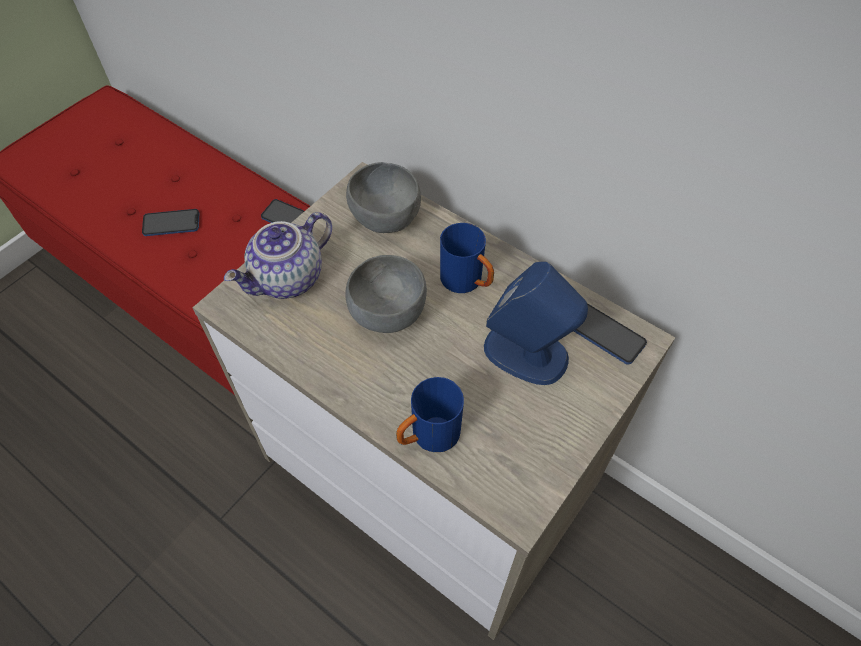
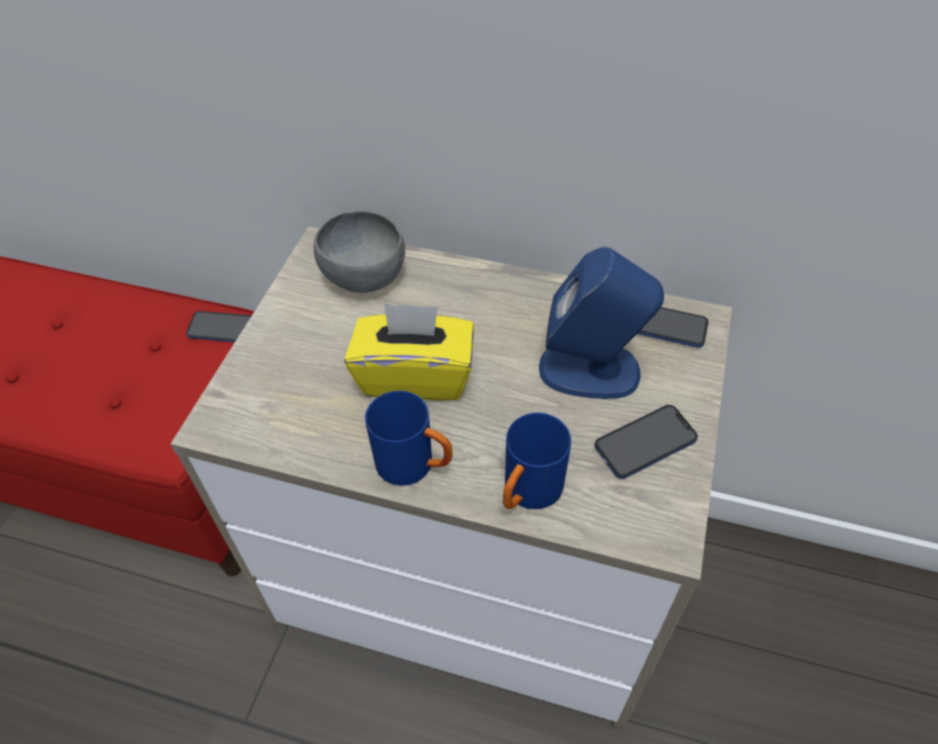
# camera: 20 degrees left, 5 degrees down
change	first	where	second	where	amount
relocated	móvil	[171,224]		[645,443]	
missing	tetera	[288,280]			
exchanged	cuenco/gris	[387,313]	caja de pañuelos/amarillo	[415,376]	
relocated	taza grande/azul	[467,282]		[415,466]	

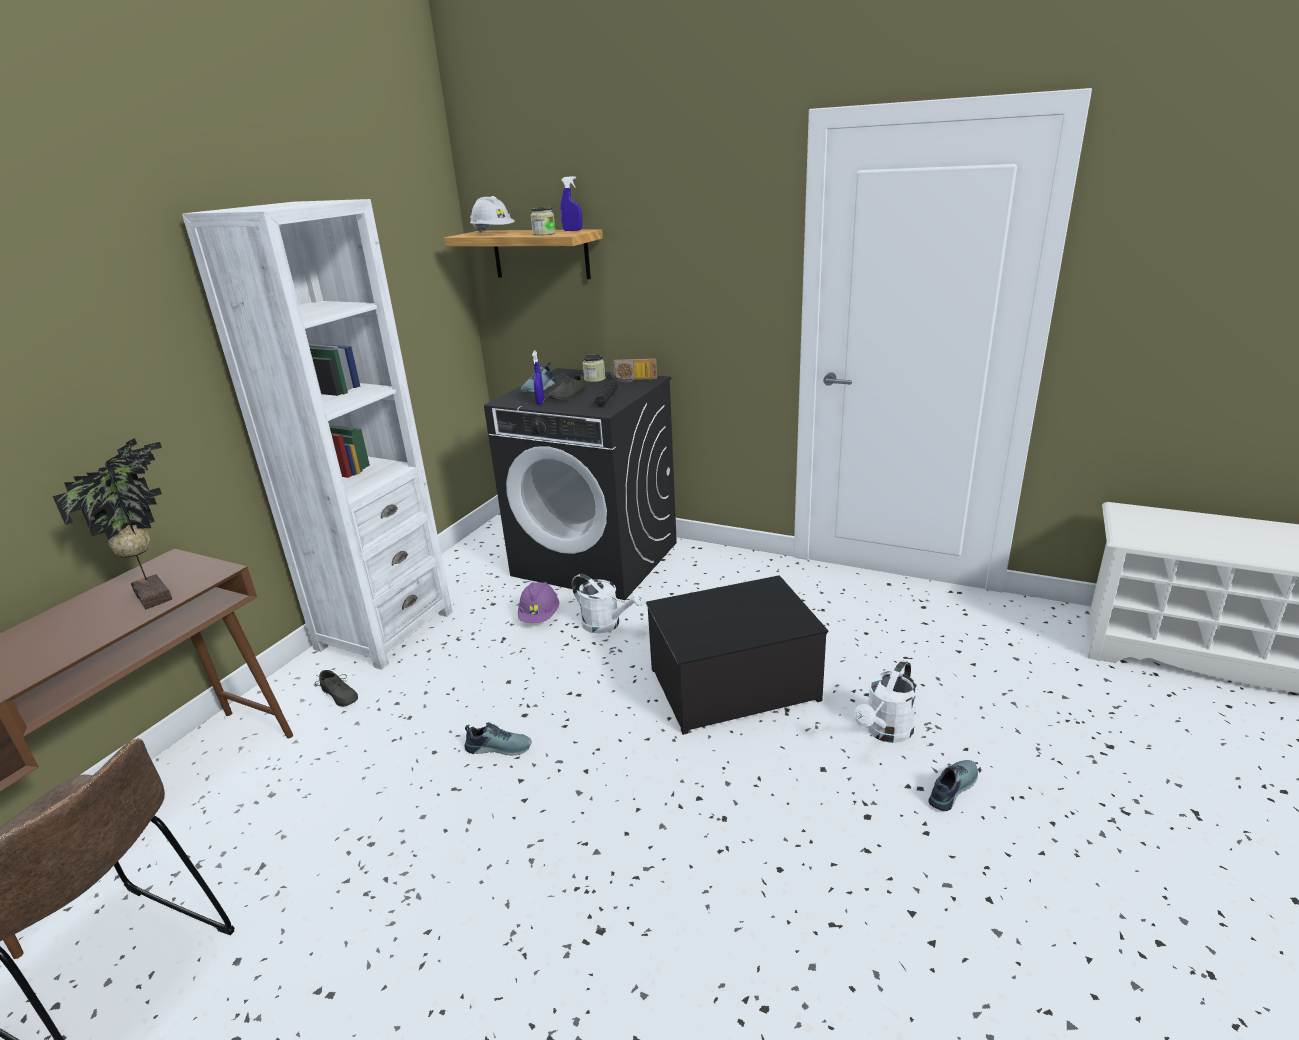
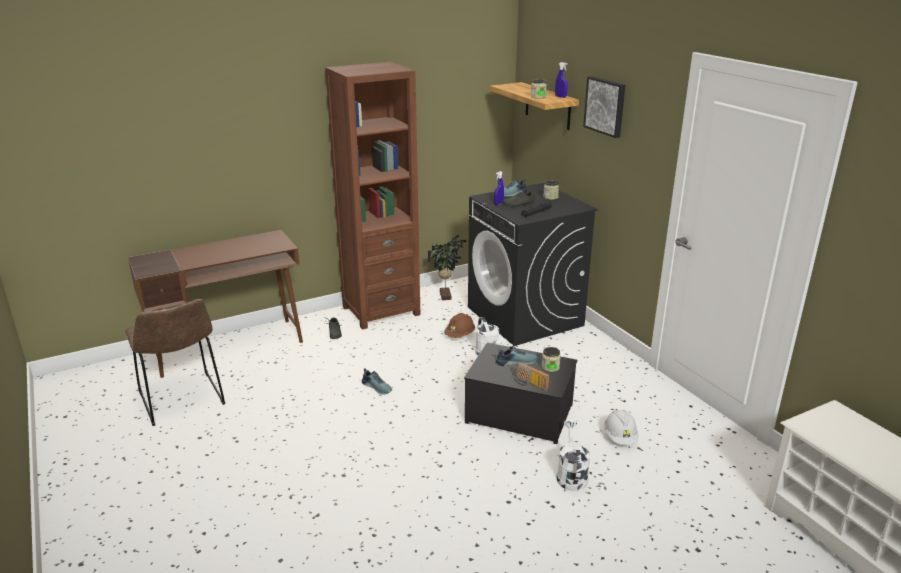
# camera: 35 degrees right, 0 degrees up
change	first	where	second	where	amount
relocated	planta en maceta	[157,594]		[446,295]	
colour	estantería/blanco	[385,630]	estantería/marrón	[381,311]	
relocated	casco/blanco	[493,233]		[620,437]	
colour	casco/morado	[540,616]	casco/marrón	[460,335]	
relocated	radio	[633,380]		[528,384]	
spun	regadera/blanco	[885,732]		[571,474]	105 degrees clockwise
relocated	zapato	[950,788]		[516,361]	
appeared			tarro	[550,367]	
appeared			cuadro	[606,106]	

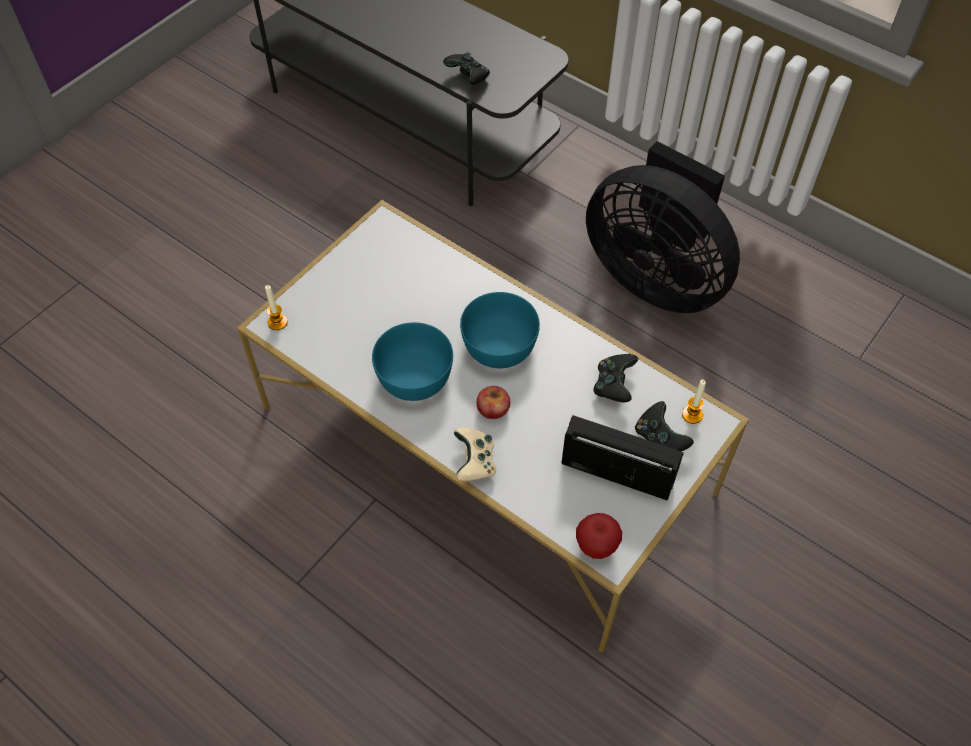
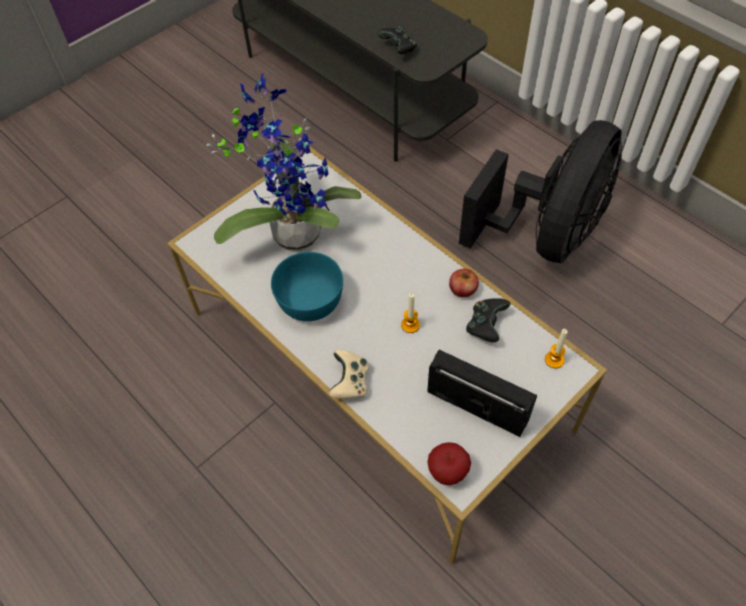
# camera: 10 degrees right, 0 degrees up
change	first	where	second	where	amount
relocated	vela	[277,322]		[410,325]	
missing	cuenco/turquesa	[500,345]			
relocated	manzana	[493,408]		[463,289]	
spun	ventilador/negro	[655,277]		[546,235]	105 degrees counterclockwise
missing	mando de consola/negro	[659,439]			
appeared			planta en maceta	[293,230]	

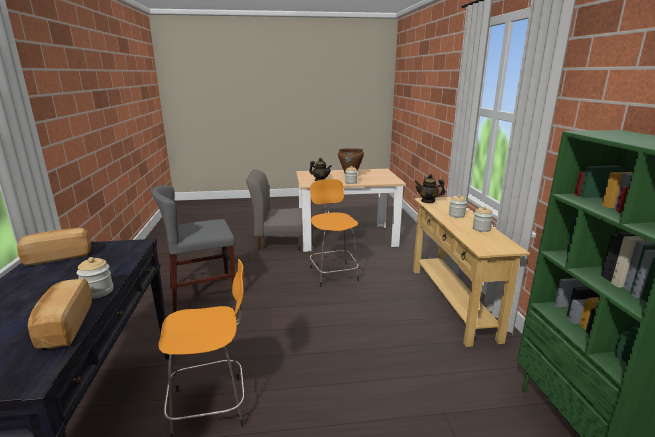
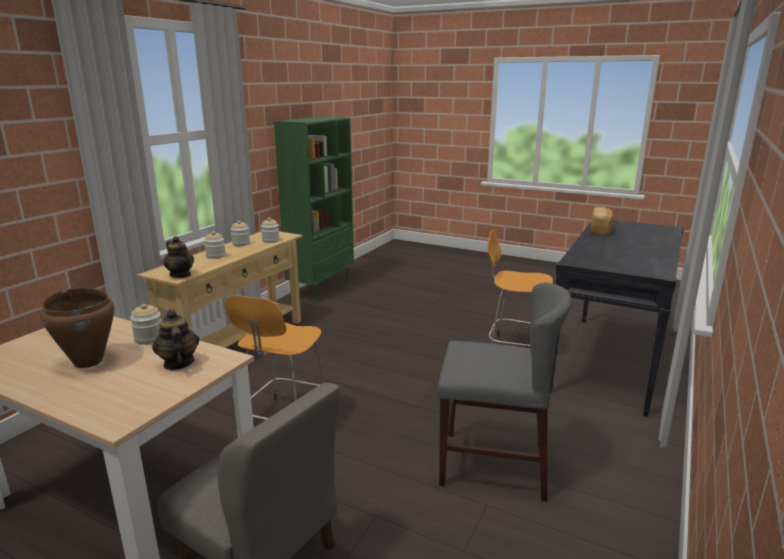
# camera: 145 degrees left, 0 degrees up
change	first	where	second	where	amount
missing	pan	[59,256]			
relocated	tarro	[98,292]		[270,240]	

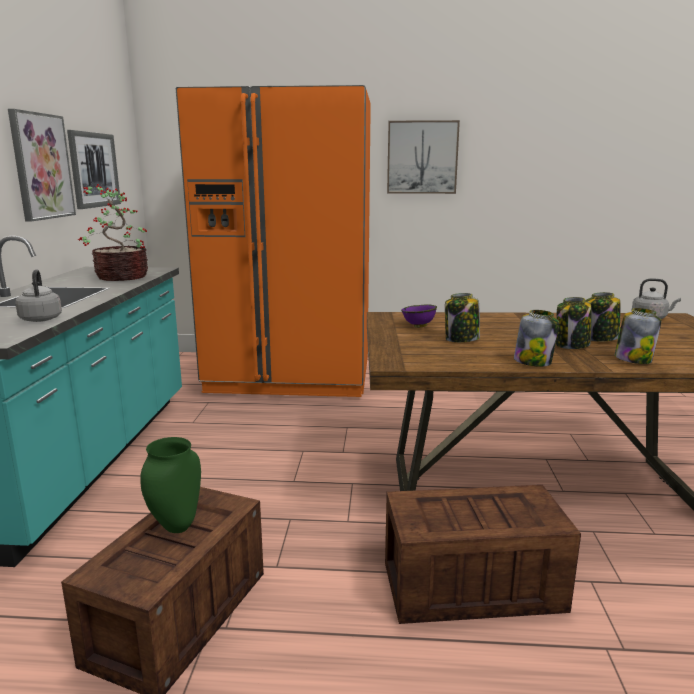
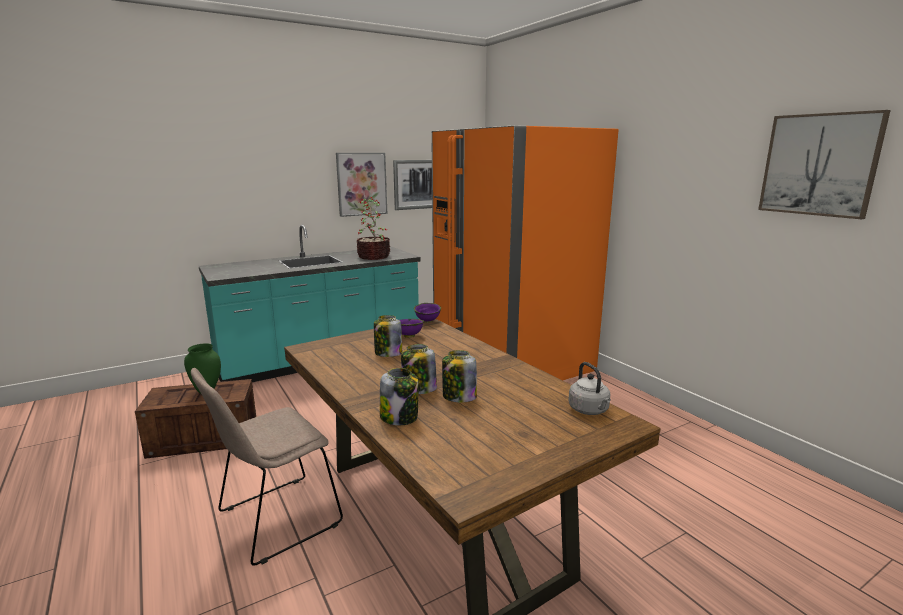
# camera: 55 degrees right, 0 degrees up
change	first	where	second	where	amount
missing	hervidor/gris	[41,318]			
exchanged	caja de embalaje	[469,587]	silla/beis	[275,520]	
relocated	cuadro	[422,157]		[819,165]	
missing	tarro	[533,362]			
appeared			cuenco/morado	[428,321]	

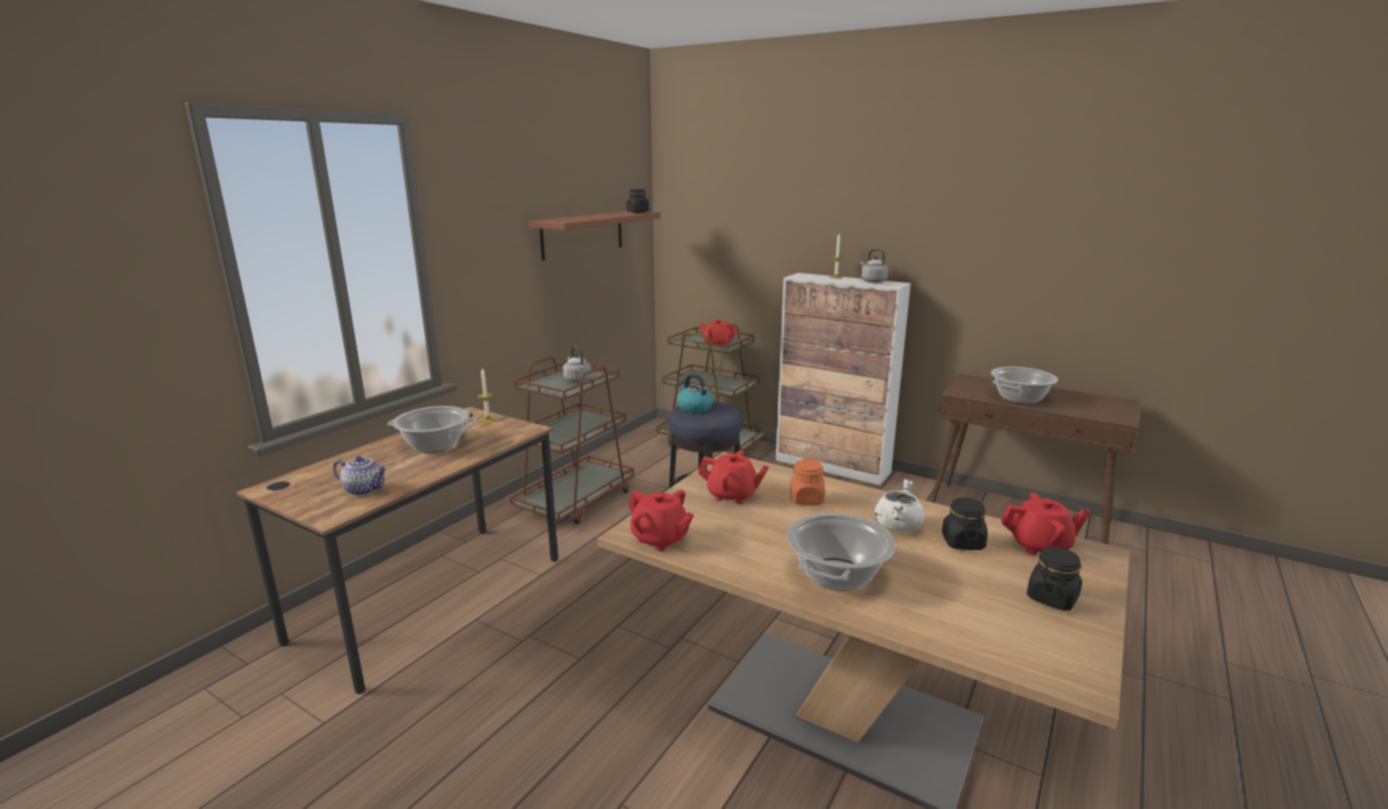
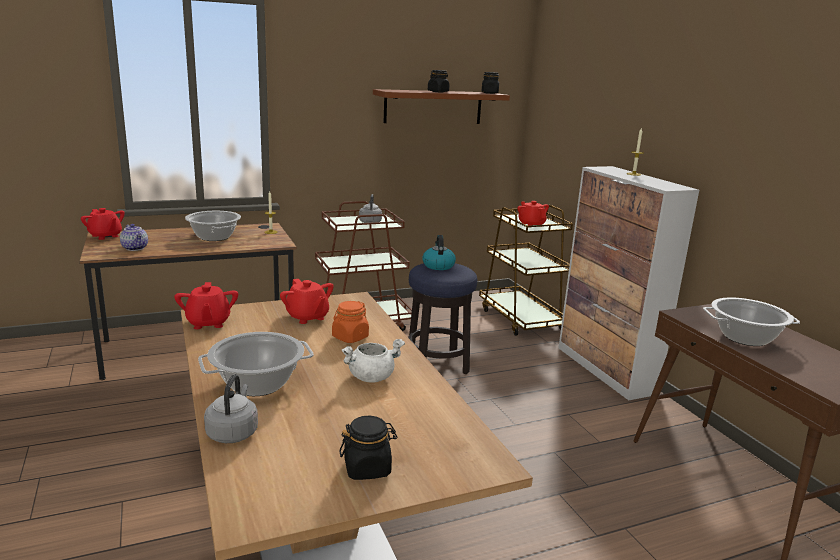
# camera: 35 degrees right, 0 degrees up
change	first	where	second	where	amount
relocated	hervidor/gris	[872,281]		[233,432]	
relocated	tarro/negro	[962,542]		[438,92]	
relocated	tetera/rojo	[1040,546]		[105,236]	

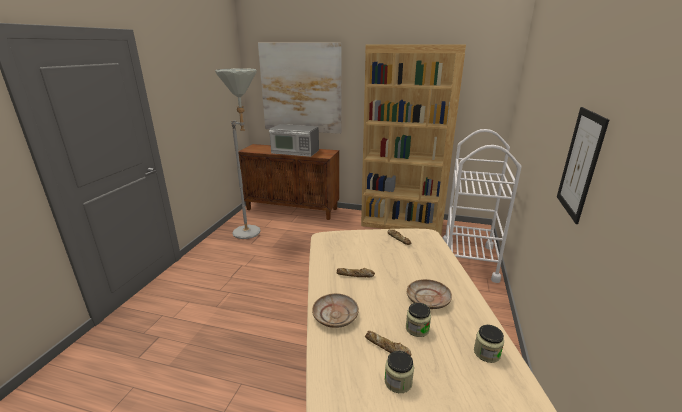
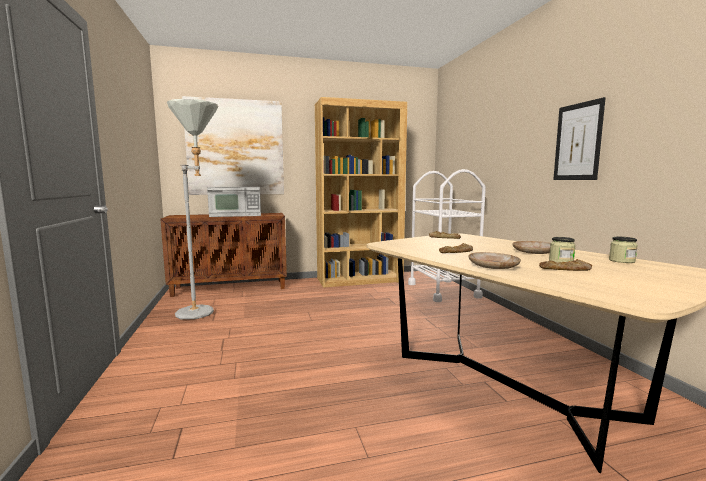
# camera: 30 degrees left, 15 degrees down
change	first	where	second	where	amount
missing	tarro	[398,382]			

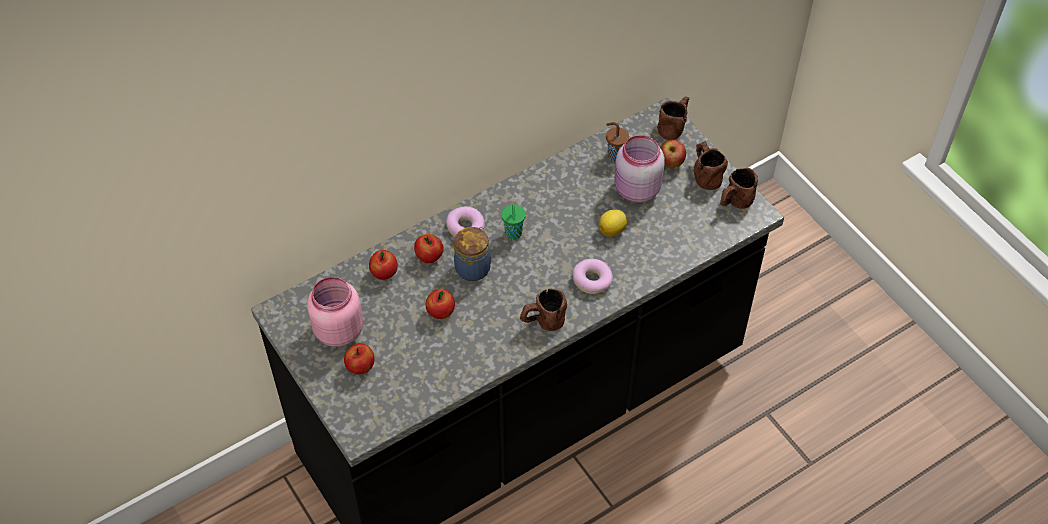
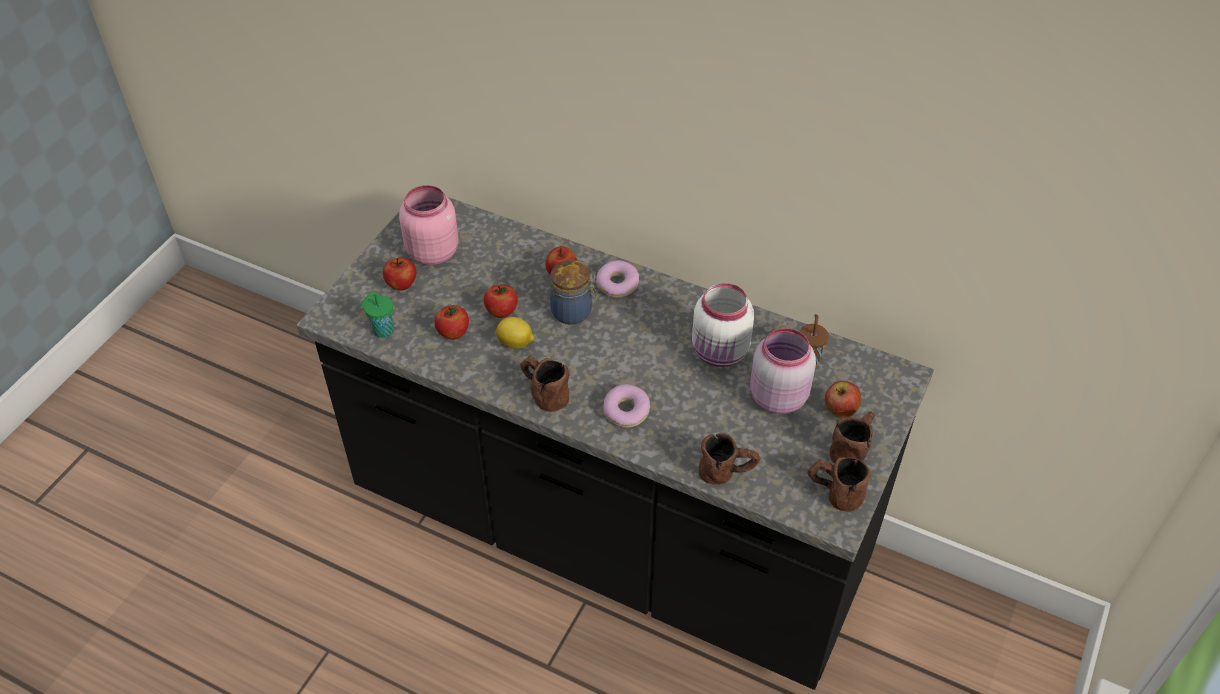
# camera: 60 degrees right, 5 degrees down
change	first	where	second	where	amount
relocated	manzana	[384,273]		[453,333]	
relocated	taza/verde	[513,234]		[382,331]	
relocated	limón	[613,230]		[516,343]	
relocated	taza grande/marrón	[674,125]		[727,472]	
appeared			tarro/blanco	[720,353]	

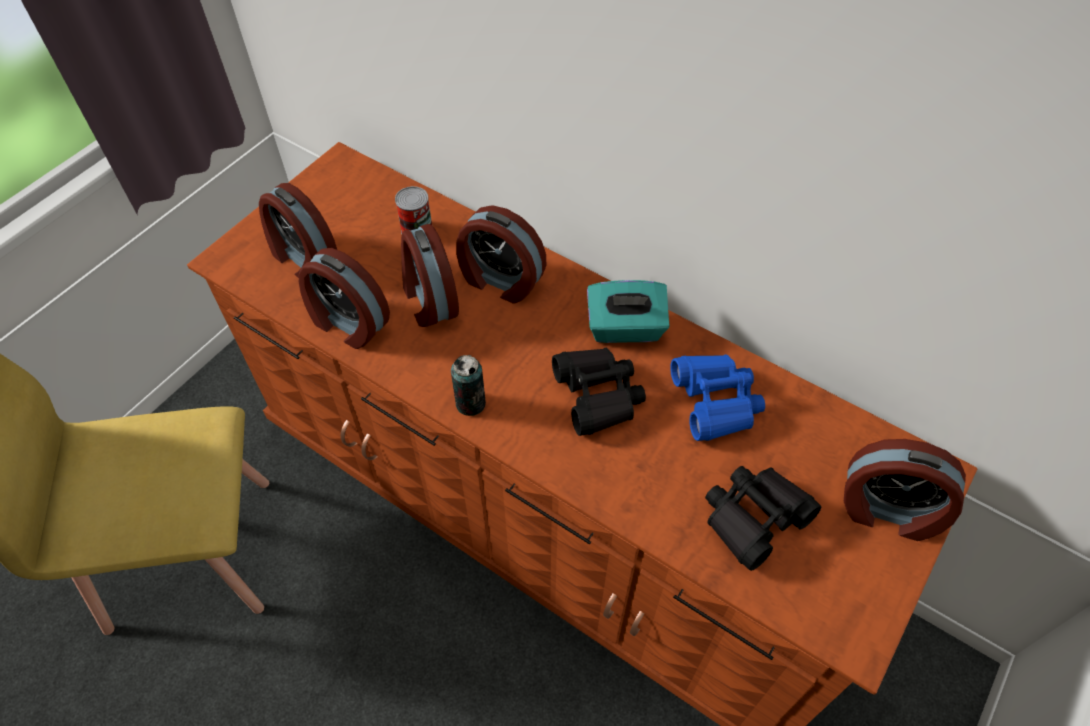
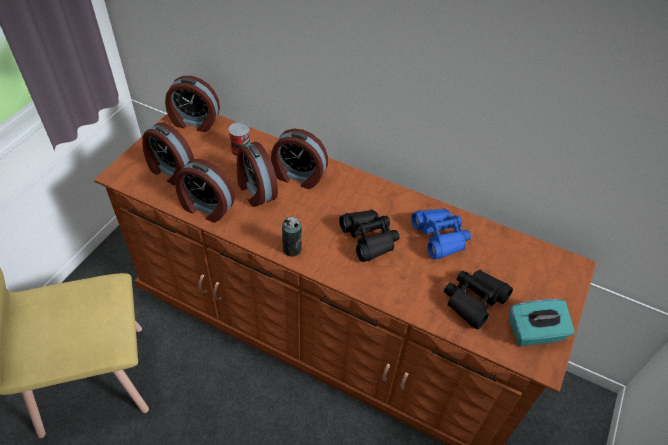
# camera: 10 degrees left, 5 degrees down
change	first	where	second	where	amount
relocated	caja de pañuelos/turquesa	[625,328]		[535,333]	
relocated	despertador	[888,511]		[194,122]	

